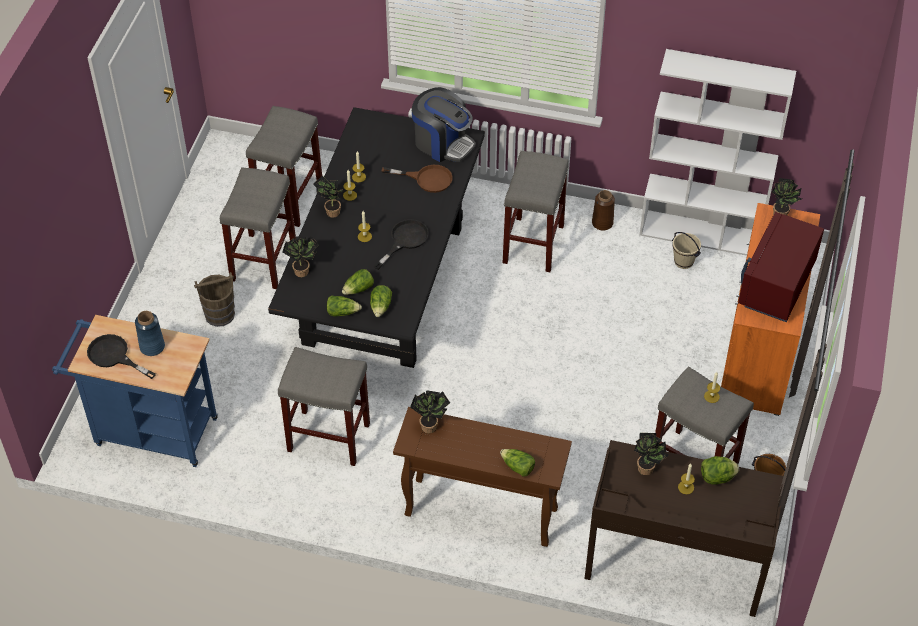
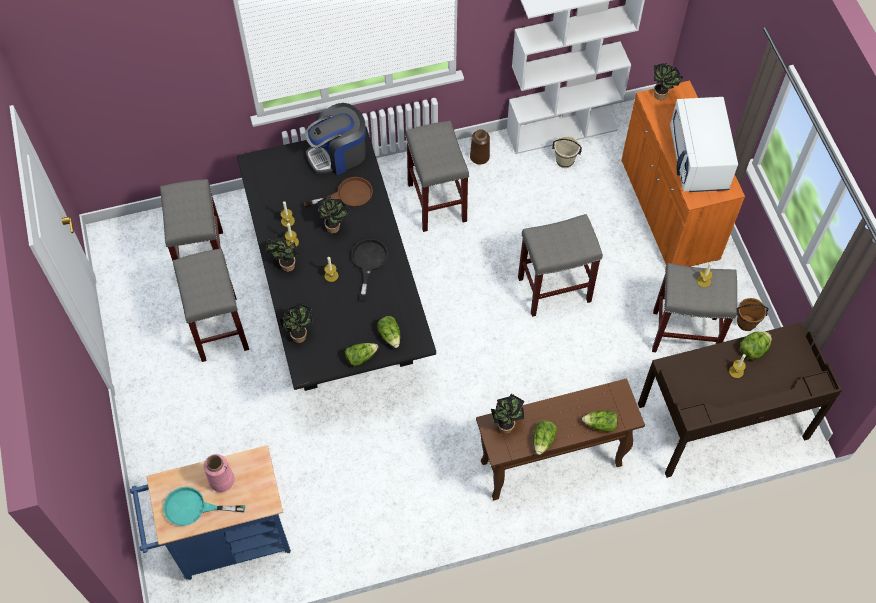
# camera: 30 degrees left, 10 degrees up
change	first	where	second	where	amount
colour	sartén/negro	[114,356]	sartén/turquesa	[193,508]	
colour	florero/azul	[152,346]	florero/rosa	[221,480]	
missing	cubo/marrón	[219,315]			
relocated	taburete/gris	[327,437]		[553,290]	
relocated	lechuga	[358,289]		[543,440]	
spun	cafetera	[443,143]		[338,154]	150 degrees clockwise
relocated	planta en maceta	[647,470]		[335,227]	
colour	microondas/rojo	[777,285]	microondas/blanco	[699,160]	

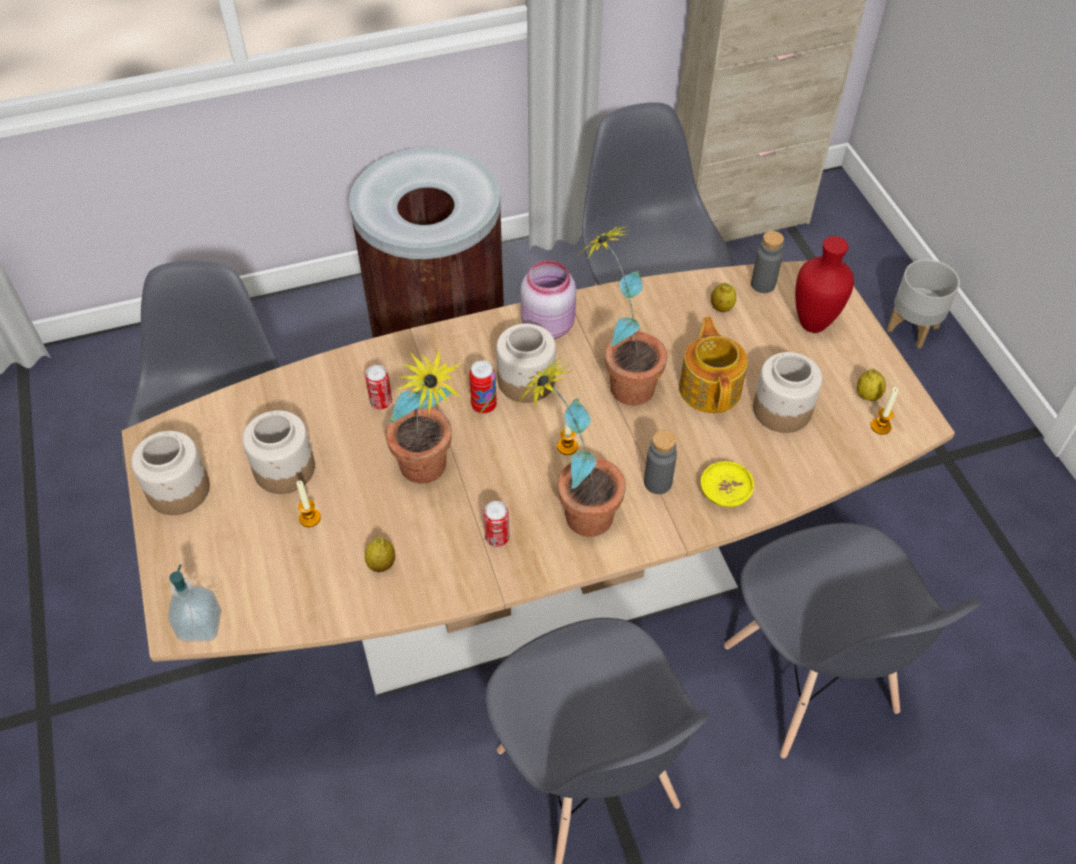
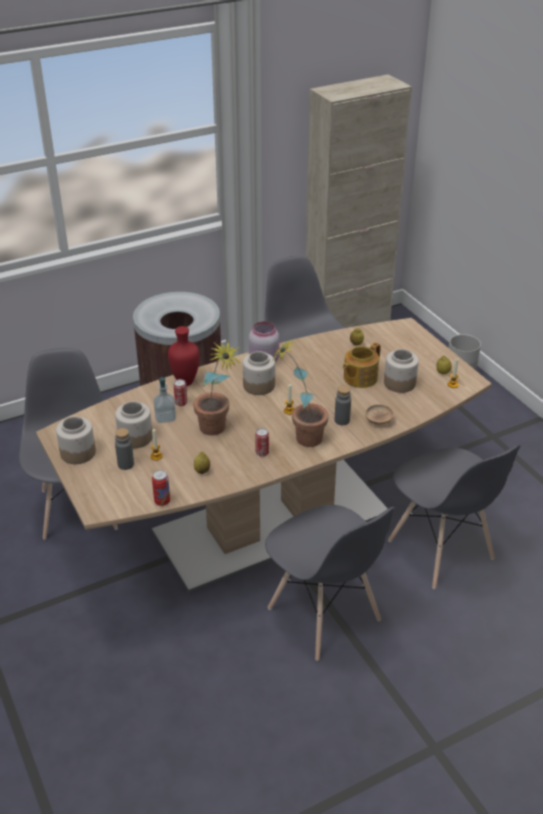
# camera: 10 degrees left, 15 degrees down
change	first	where	second	where	amount
relocated	dispensador de jabón	[200,625]		[165,417]	
relocated	lata	[484,406]		[162,502]	
missing	planta en maceta	[621,381]			
spun	tetera	[710,387]		[359,378]	120 degrees counterclockwise
colour	cuenco/amarillo	[725,493]	cuenco/marrón	[378,421]	
relocated	botella/gris	[763,284]		[126,464]	
relocated	florero/rojo	[811,325]		[184,383]	

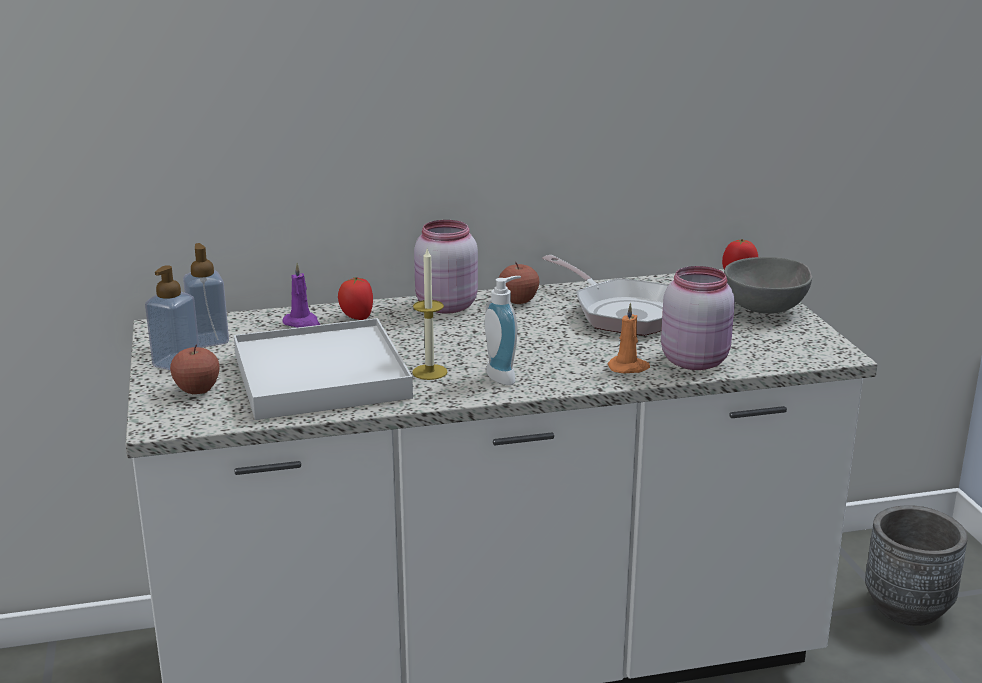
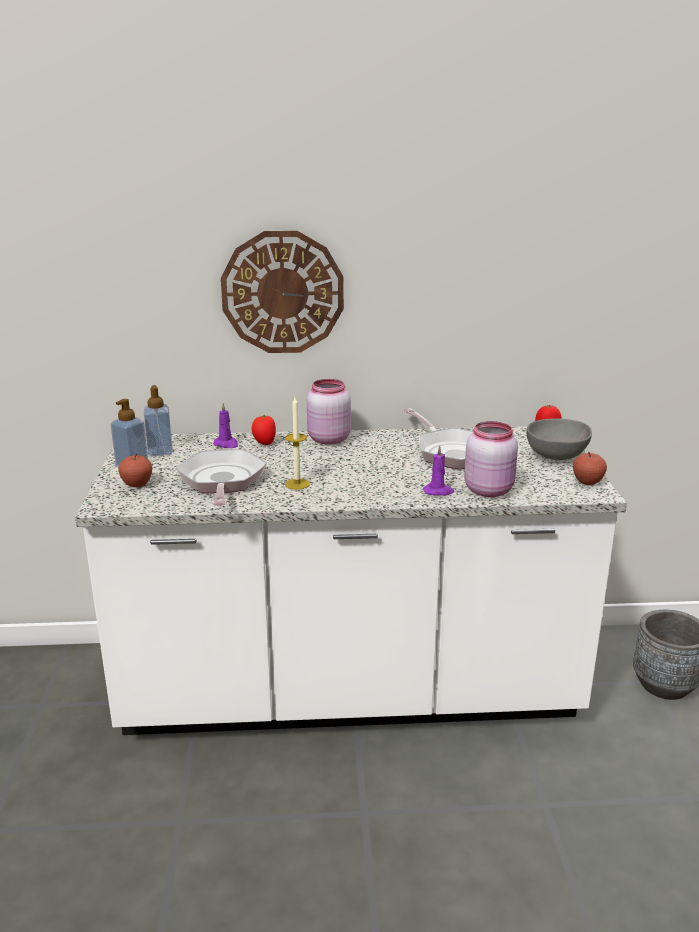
# camera: 10 degrees right, 0 degrees up
change	first	where	second	where	amount
exchanged	bandeja/blanco	[320,377]	sartén	[222,482]	
missing	dispensador de jabón	[505,376]			
relocated	manzana	[518,301]		[587,482]	
colour	vela/naranja	[629,367]	vela/morado	[438,491]	
appeared			reloj de pared	[282,292]	

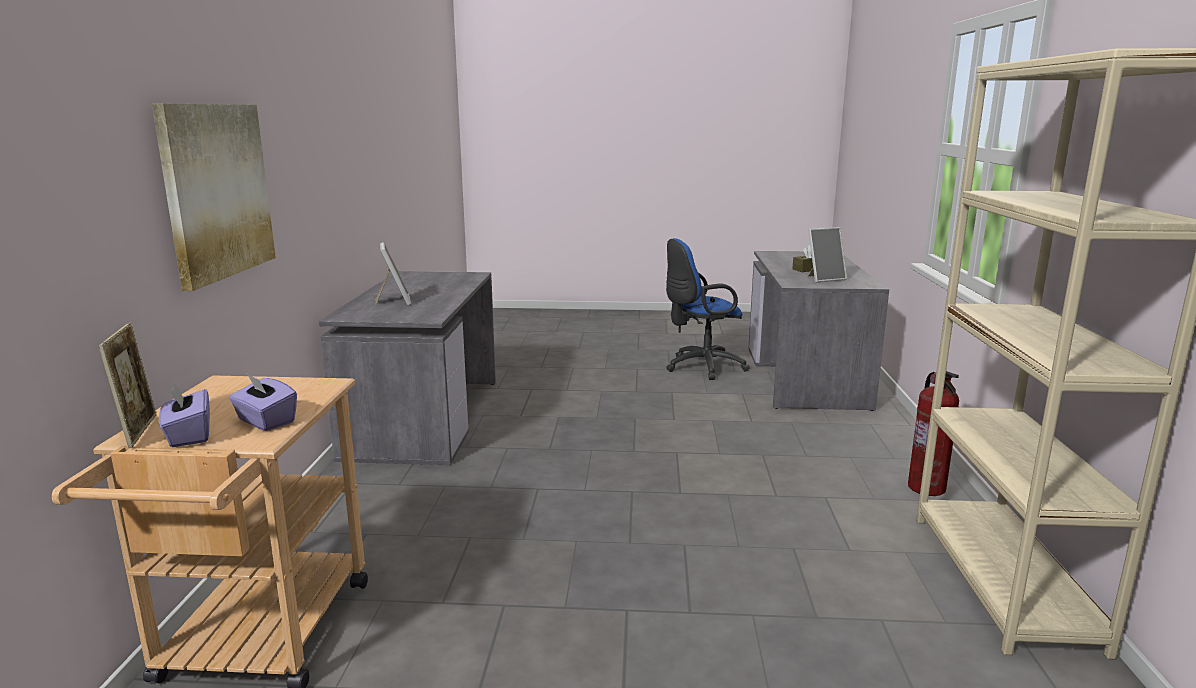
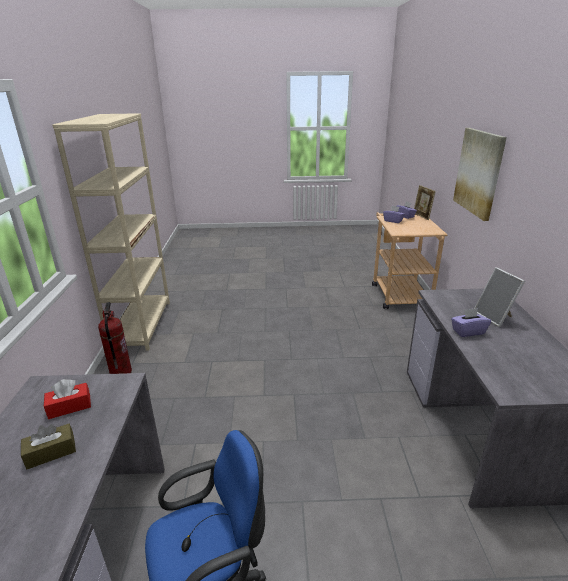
# camera: 175 degrees right, 10 degrees up
change	first	where	second	where	amount
exchanged	portarretratos	[824,279]	caja de pañuelos/rojo	[69,407]	
appeared			caja de pañuelos/morado	[468,331]	

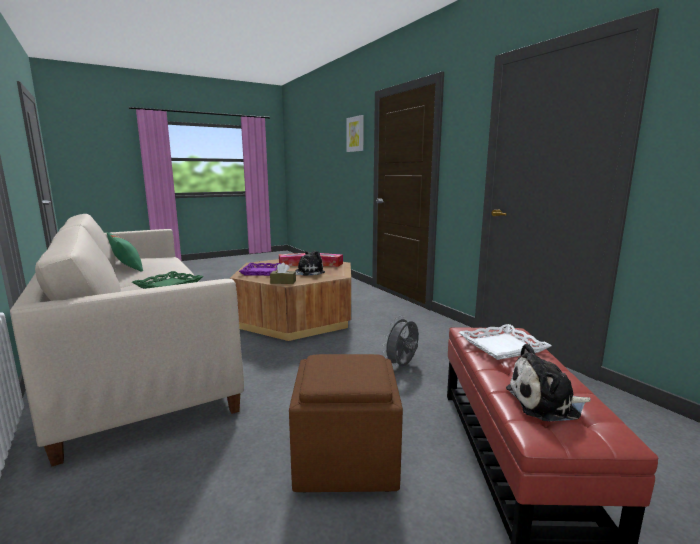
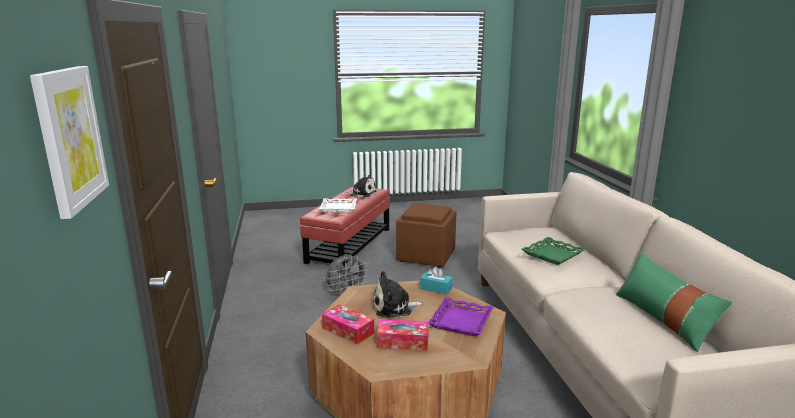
# camera: 160 degrees left, 5 degrees up
change	first	where	second	where	amount
colour	caja de pañuelos/marrón	[283,282]	caja de pañuelos/turquesa	[436,288]	

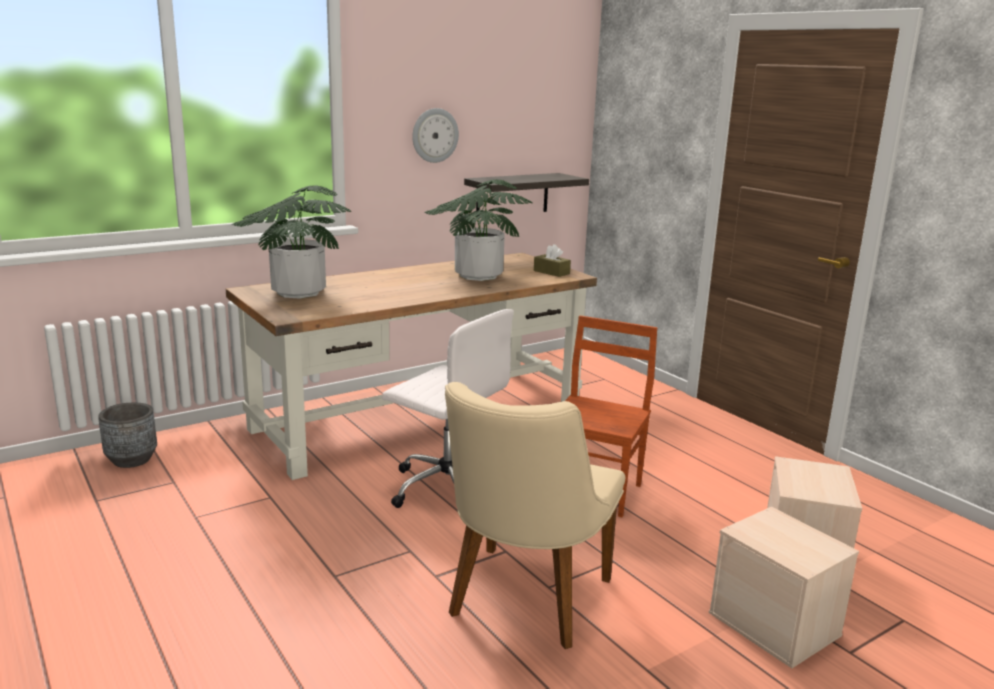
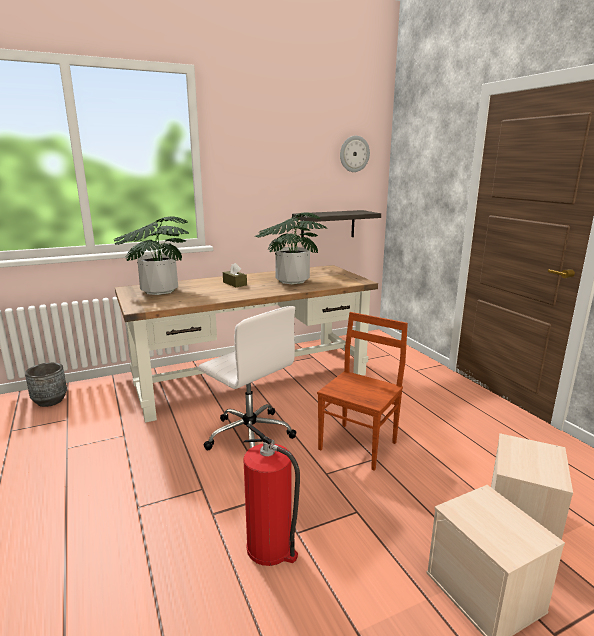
# camera: 10 degrees right, 0 degrees up
change	first	where	second	where	amount
relocated	reloj de pared	[434,135]		[354,154]	
exchanged	silla/beis	[522,604]	extintor	[270,548]	
relocated	caja de pañuelos/marrón	[551,272]		[234,284]	

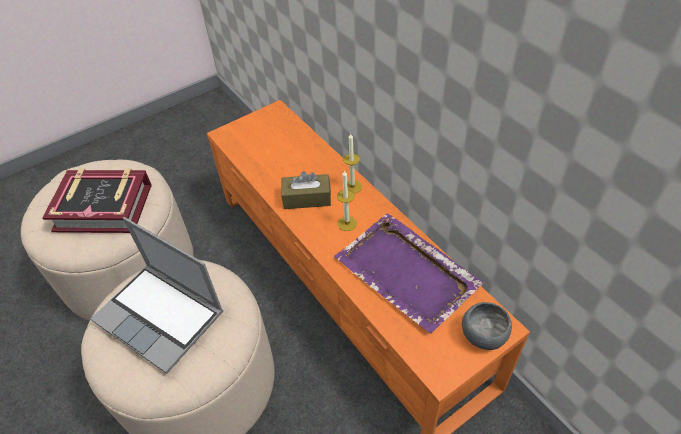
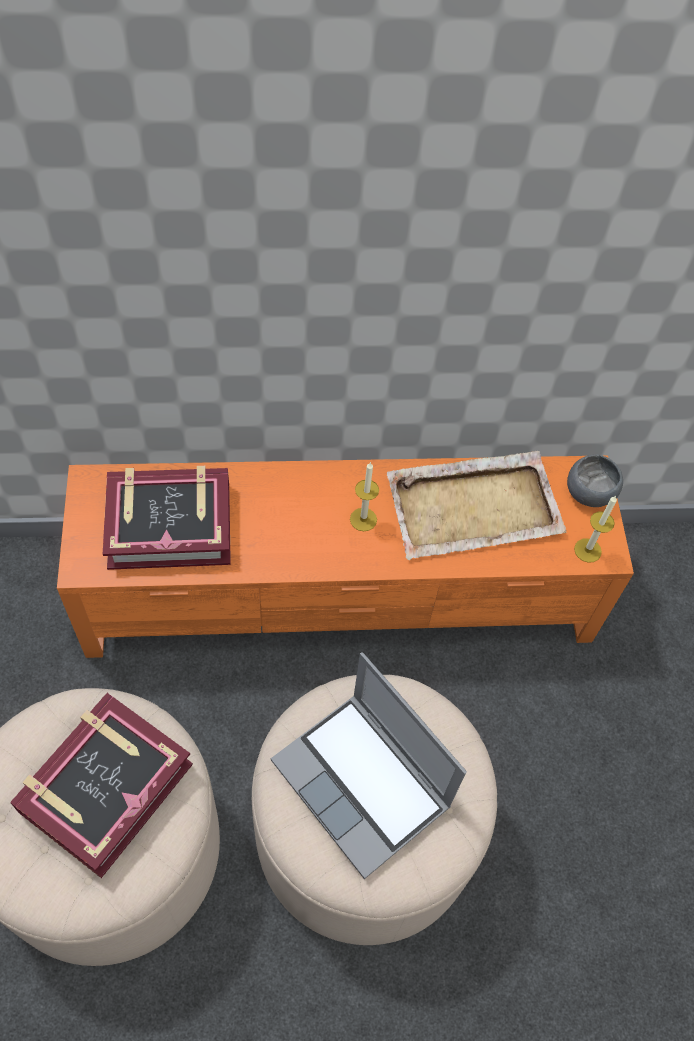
# camera: 65 degrees left, 10 degrees up
change	first	where	second	where	amount
spun	portátil	[161,316]		[364,784]	75 degrees clockwise
missing	caja de pañuelos/marrón	[307,198]			
colour	bandeja/morado	[407,274]	bandeja/beis	[475,507]	
relocated	vela	[352,187]		[587,550]	
appeared			libro	[170,525]	

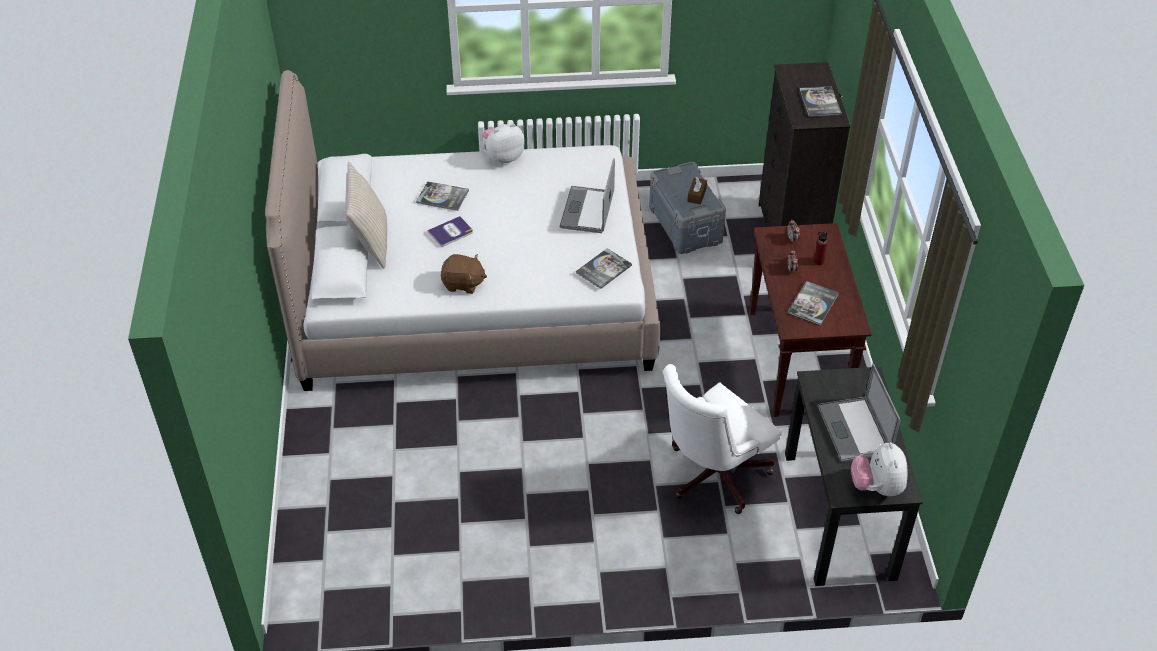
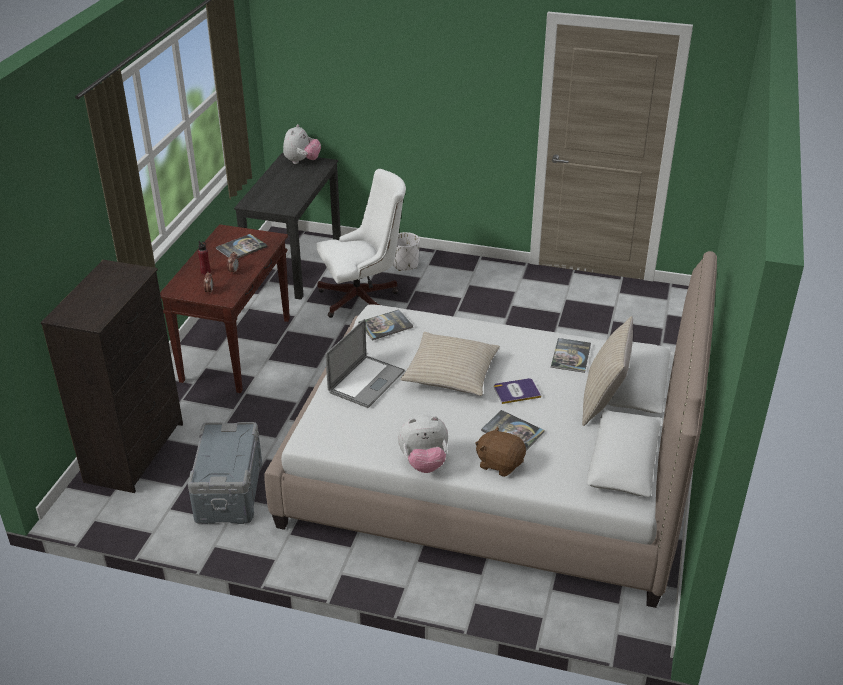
# camera: 160 degrees left, 10 degrees down
change	first	where	second	where	amount
relocated	peluche/marrón	[463,284]		[500,463]	
missing	caja de pañuelos/marrón	[696,195]			
relocated	libro	[820,102]		[571,356]	
missing	portátil	[854,429]			
appeared			maceta/blanco	[405,265]	
appeared			cojín/beis	[451,373]	

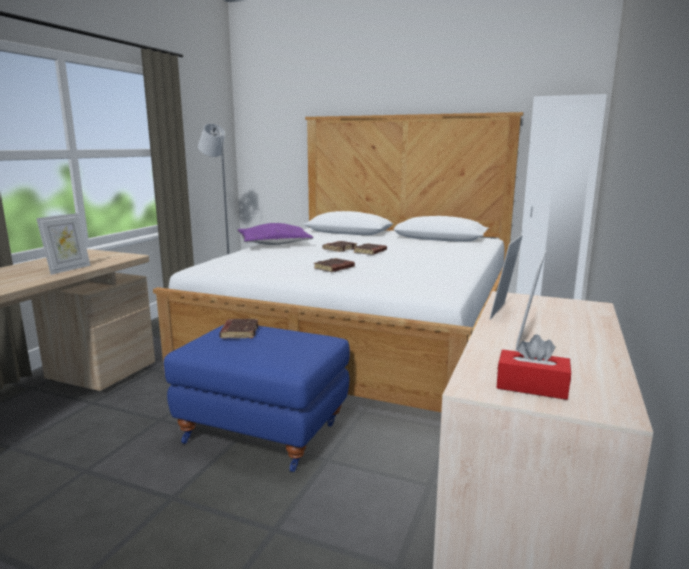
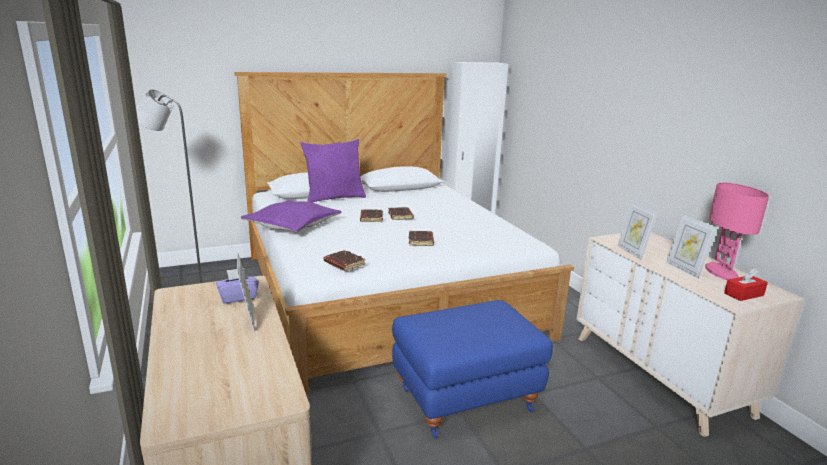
# camera: 45 degrees left, 5 degrees up
change	first	where	second	where	amount
relocated	libro/marrón	[239,332]		[343,263]	
appeared			caja de pañuelos/morado	[238,297]	
appeared			cojín/morado	[334,197]	
appeared			lámpara de mesa/rosa	[720,273]	

